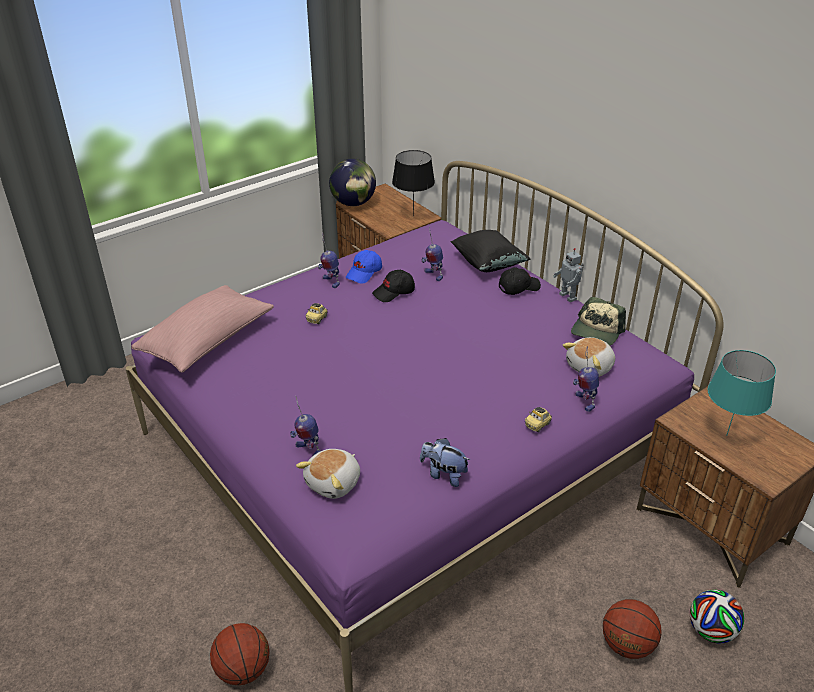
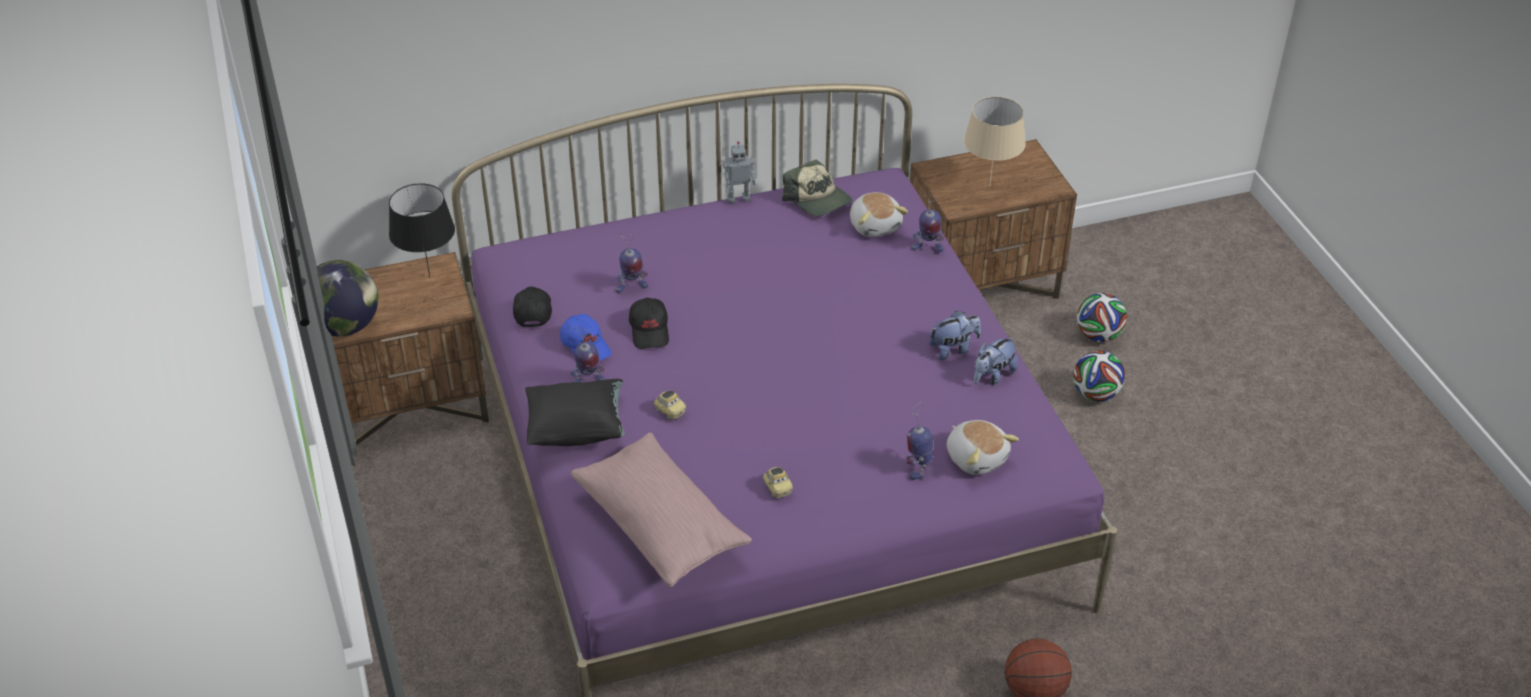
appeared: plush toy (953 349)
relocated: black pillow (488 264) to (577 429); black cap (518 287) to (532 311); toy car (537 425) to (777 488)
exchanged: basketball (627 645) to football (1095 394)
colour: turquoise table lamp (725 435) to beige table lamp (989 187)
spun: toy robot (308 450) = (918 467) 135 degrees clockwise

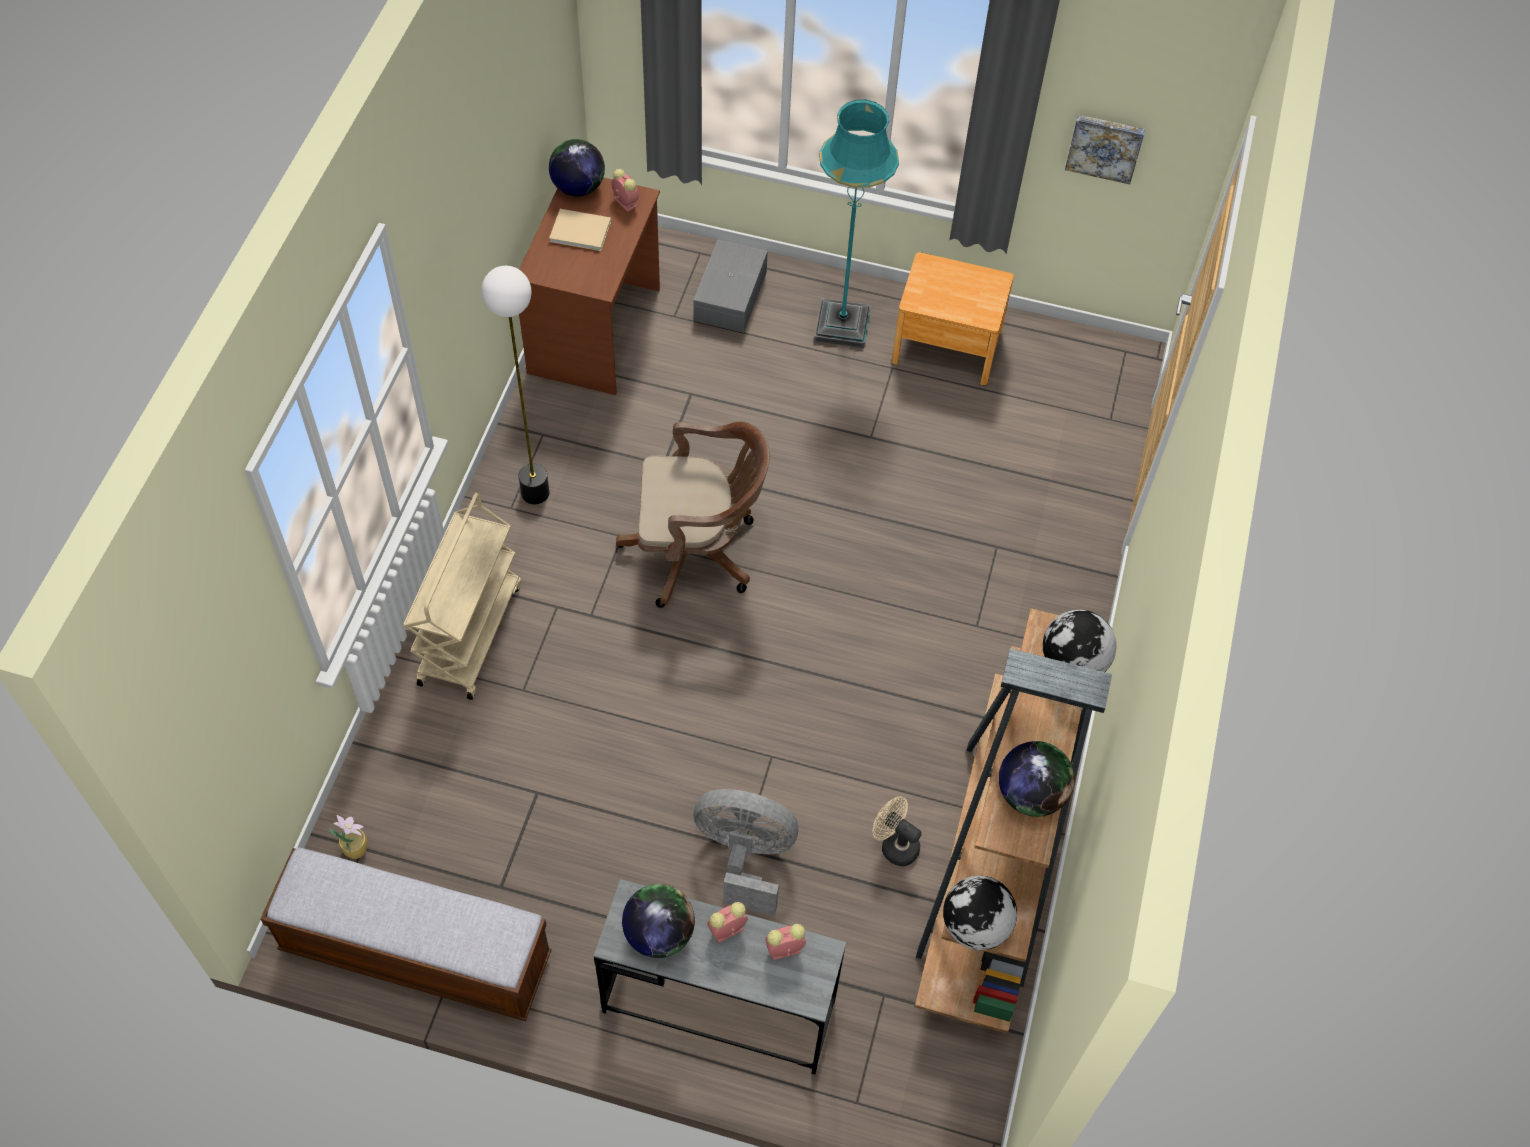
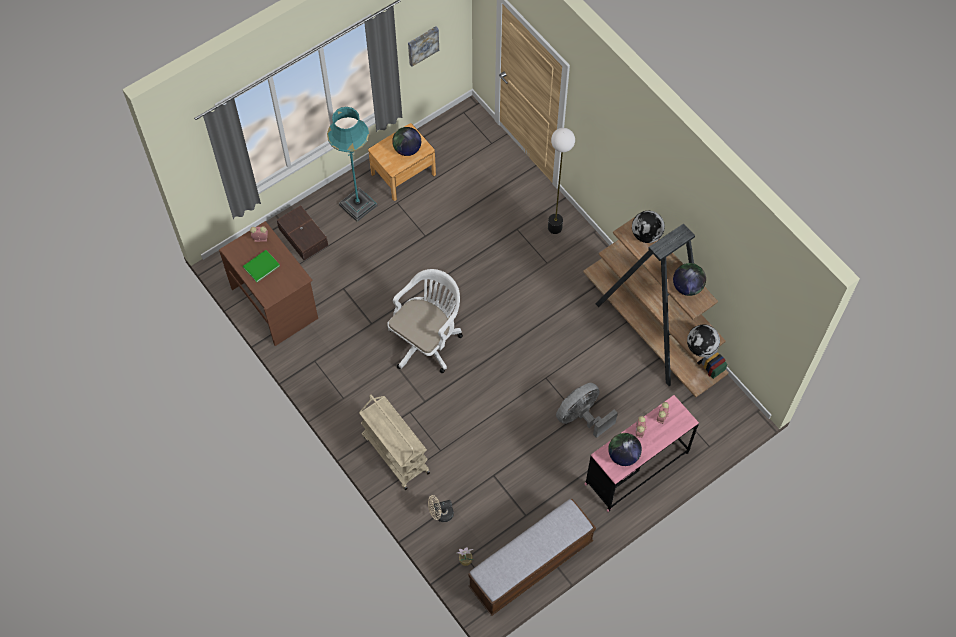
relocated: globe (578 187) to (407 149); floor lamp (535 493) to (555 227); beige fan (894 845) to (440 514)
colour: beige book (579 229) to green book (260 266); grey storage box (728 296) to brown storage box (303 238); brown office chair (697 551) to white office chair (427 340); grey desk (718 1007) to pink desk (637 468)

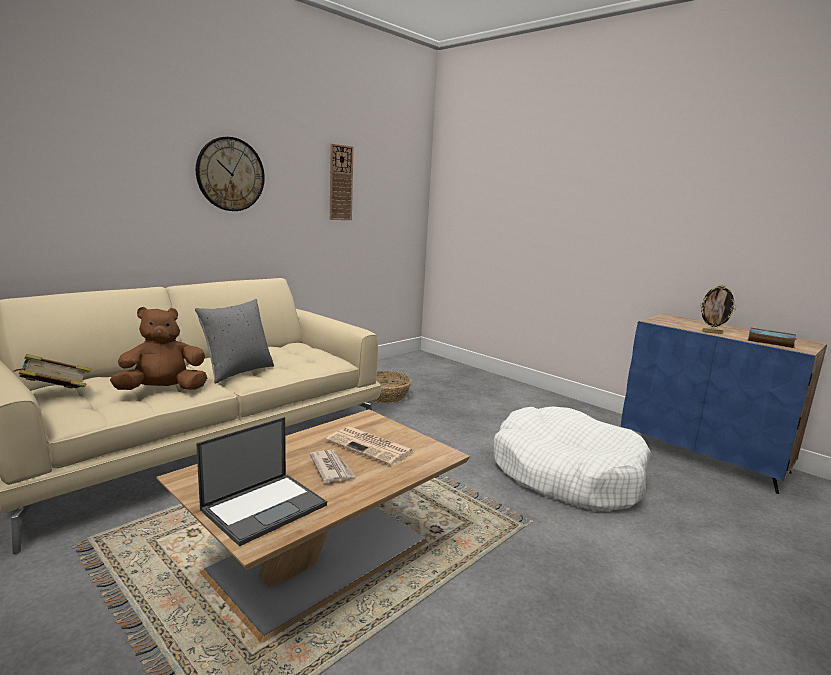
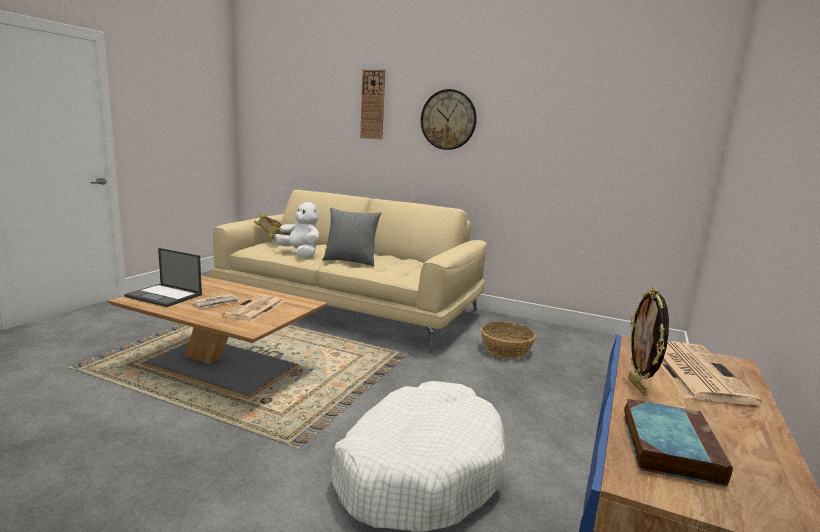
appeared: newspaper (694 371)
relocated: wall clock (340 183) to (372 104)
colour: brown plush toy (163 390) to white plush toy (300 254)

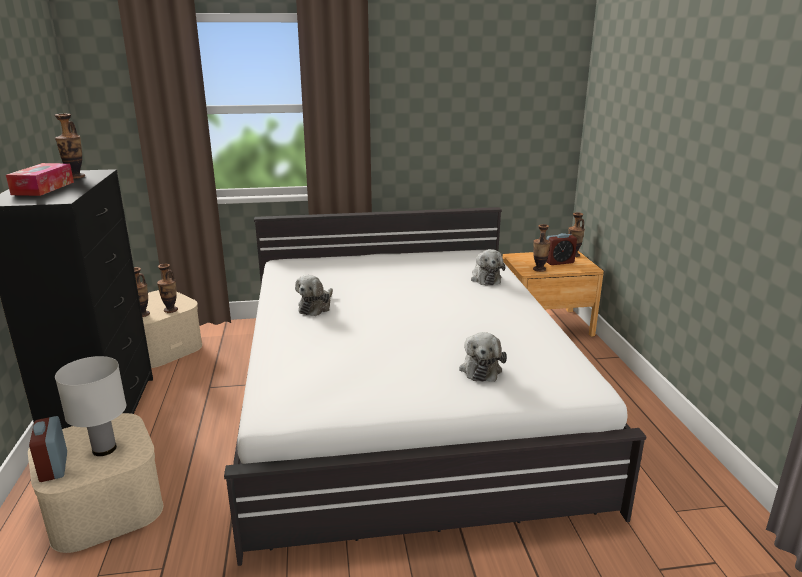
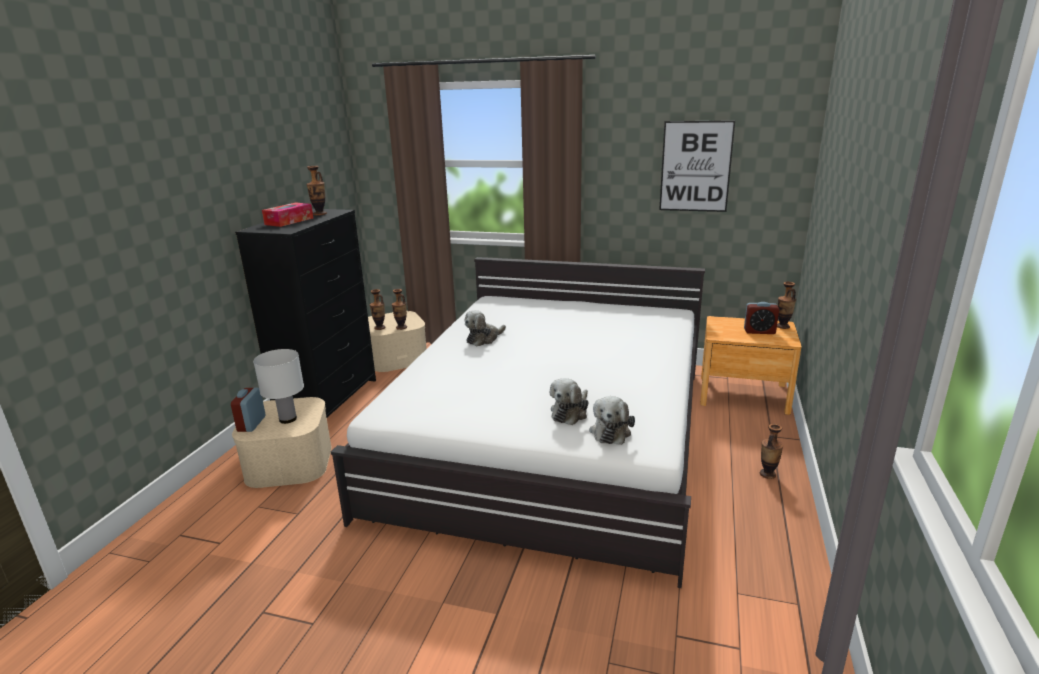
appeared: picture (695 166)
relocated: vase (539 269) to (767 474); plush toy (485 278) to (611 431)

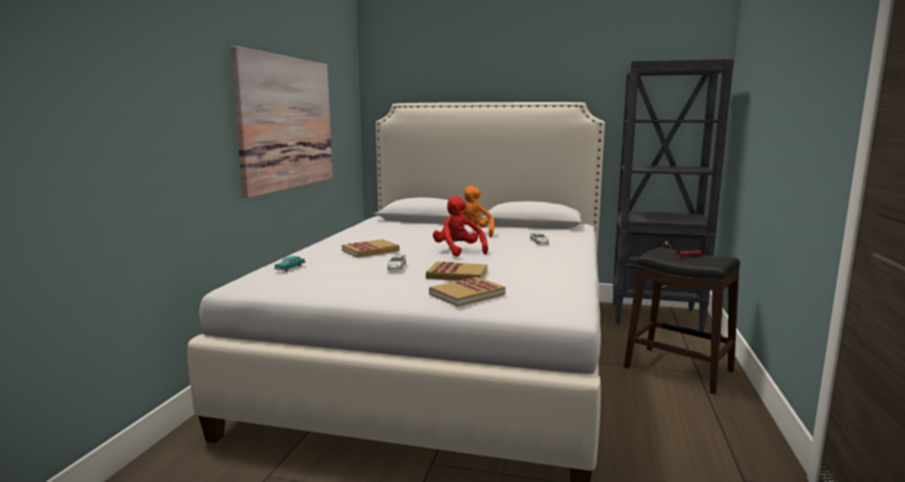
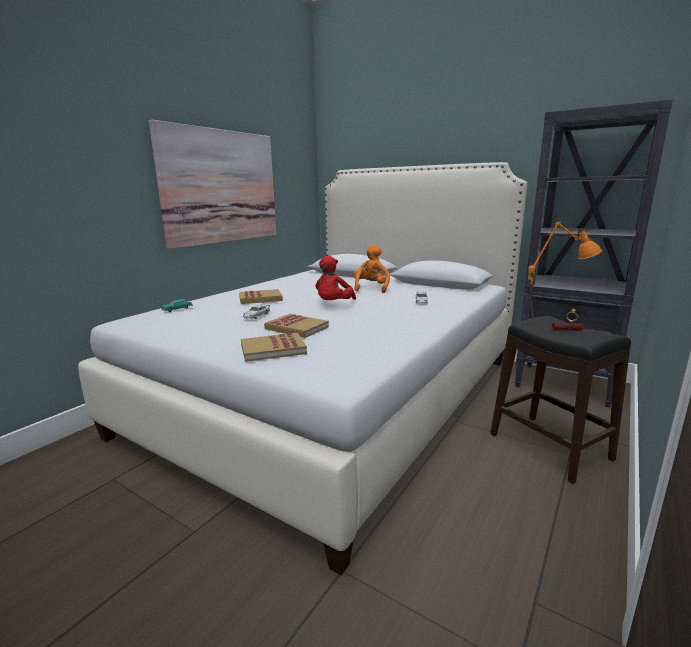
appeared: orange table lamp (555 322)
spun: red plush toy (458 251) = (333 305) 150 degrees counterclockwise

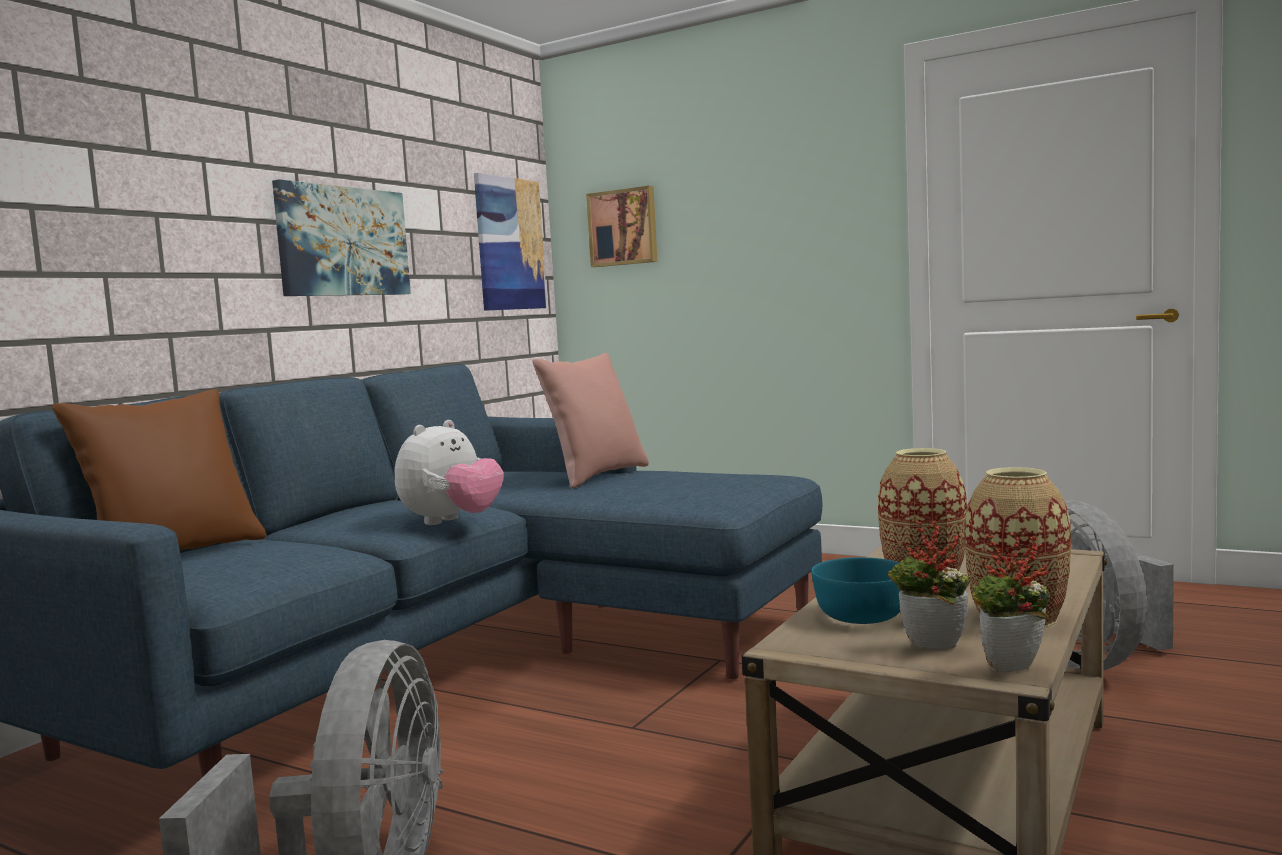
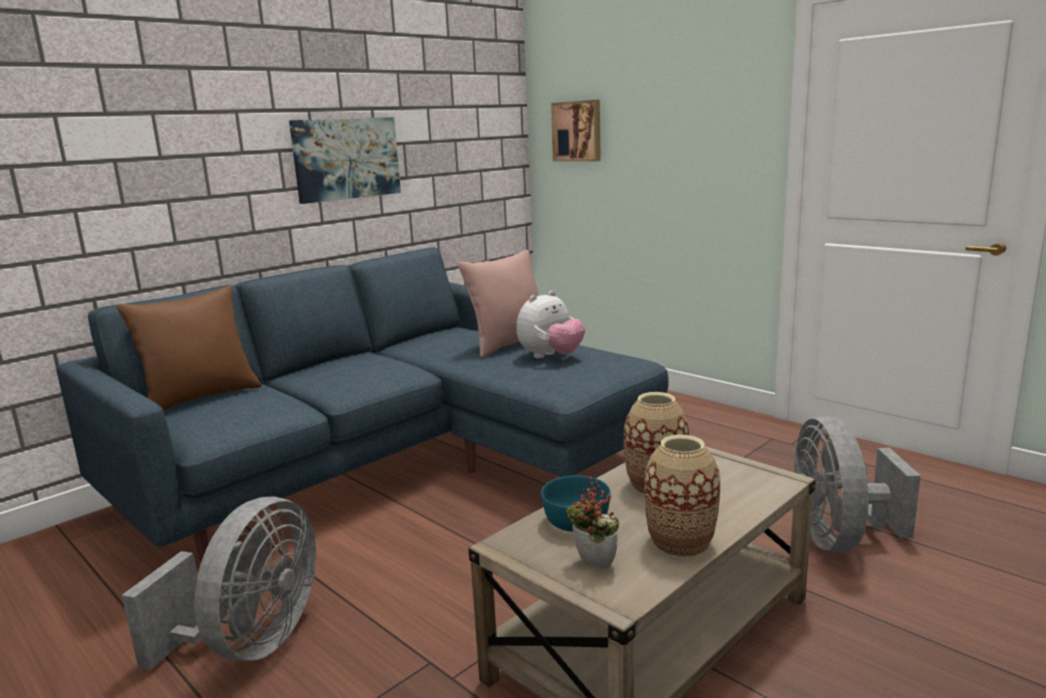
missing: picture (510 244); potted plant (1013 670)
relocated: plush toy (452 522) to (550 357)

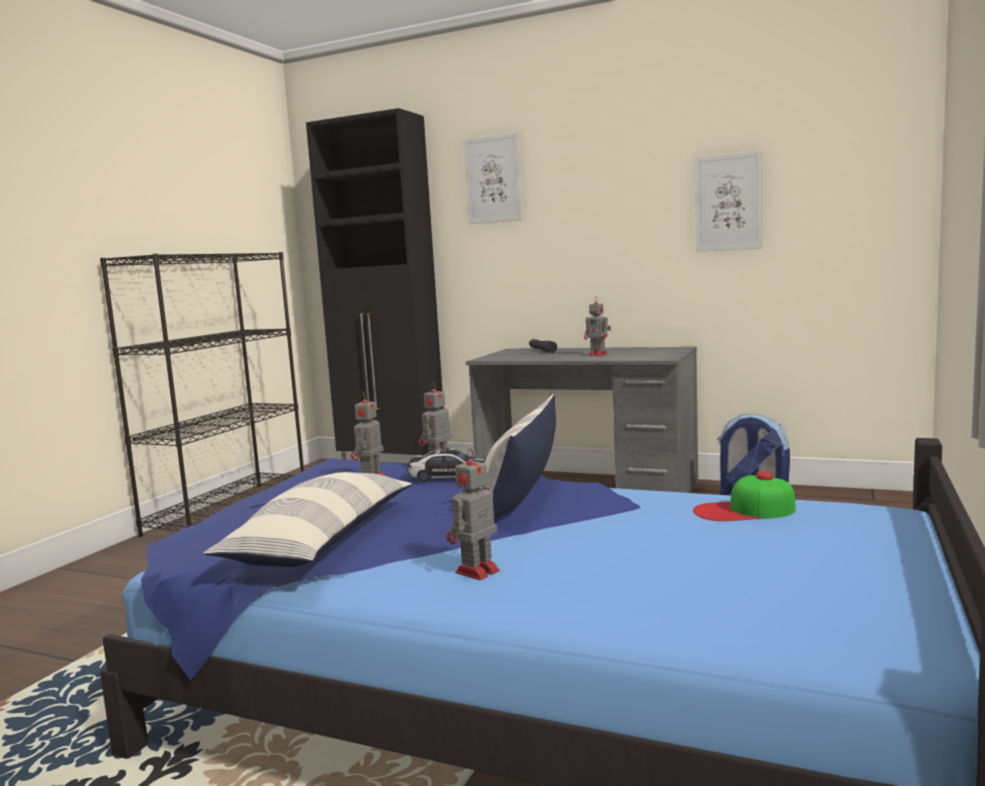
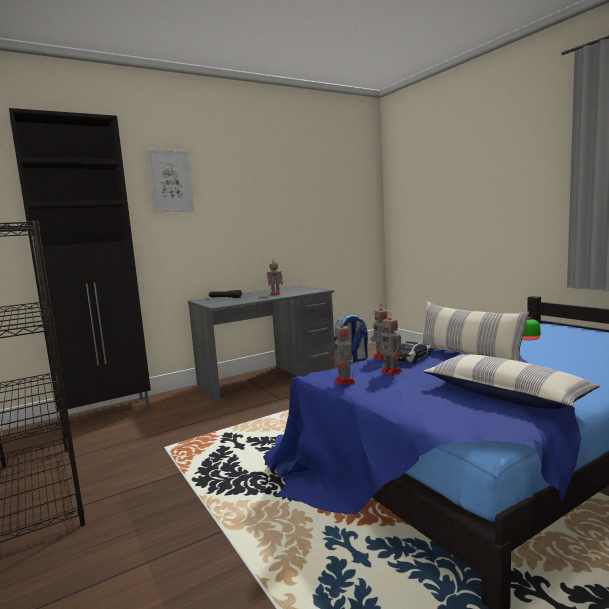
missing: picture (728 202)
relocated: toy robot (475 572) to (345 381)

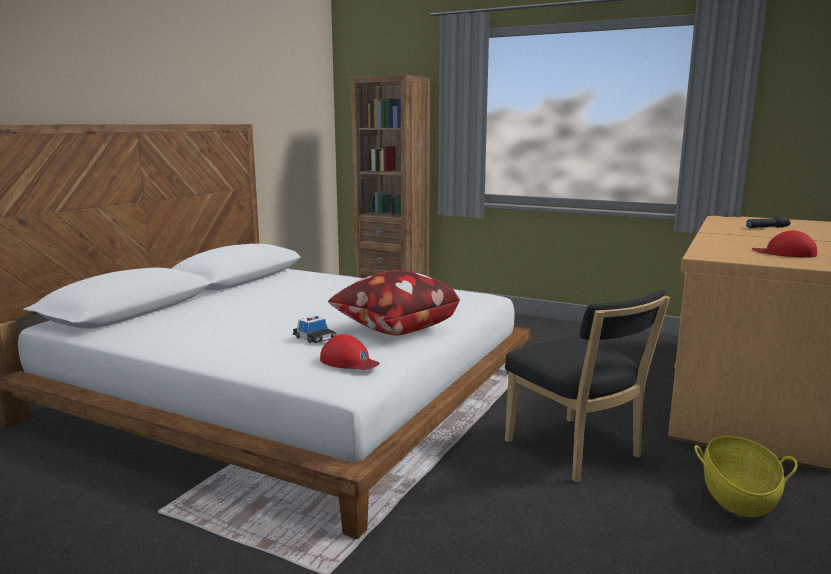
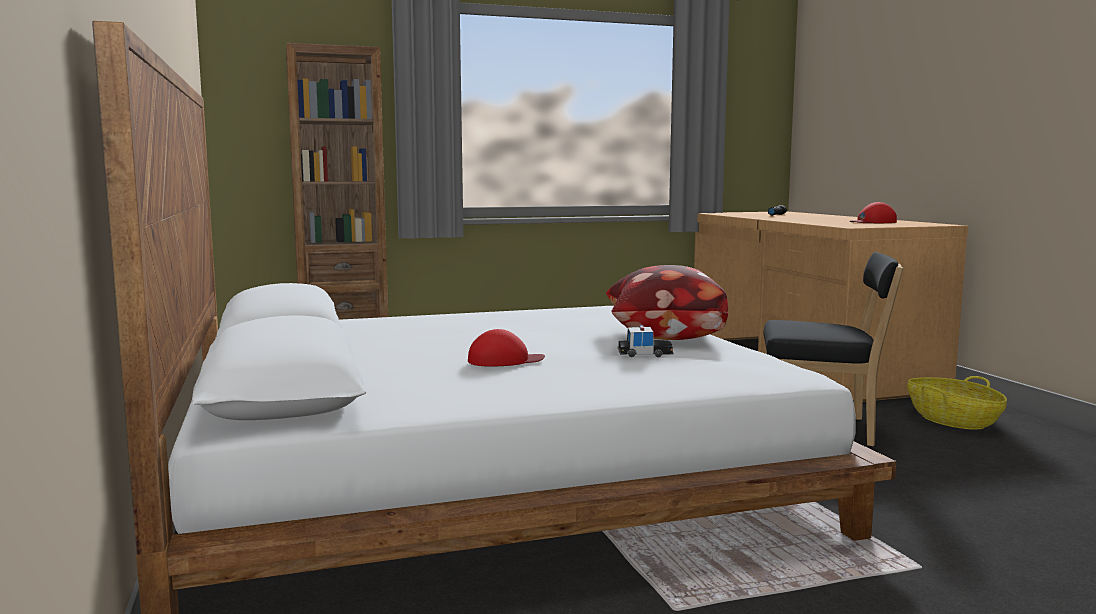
relocated: red cap (349 361) to (505 360)

